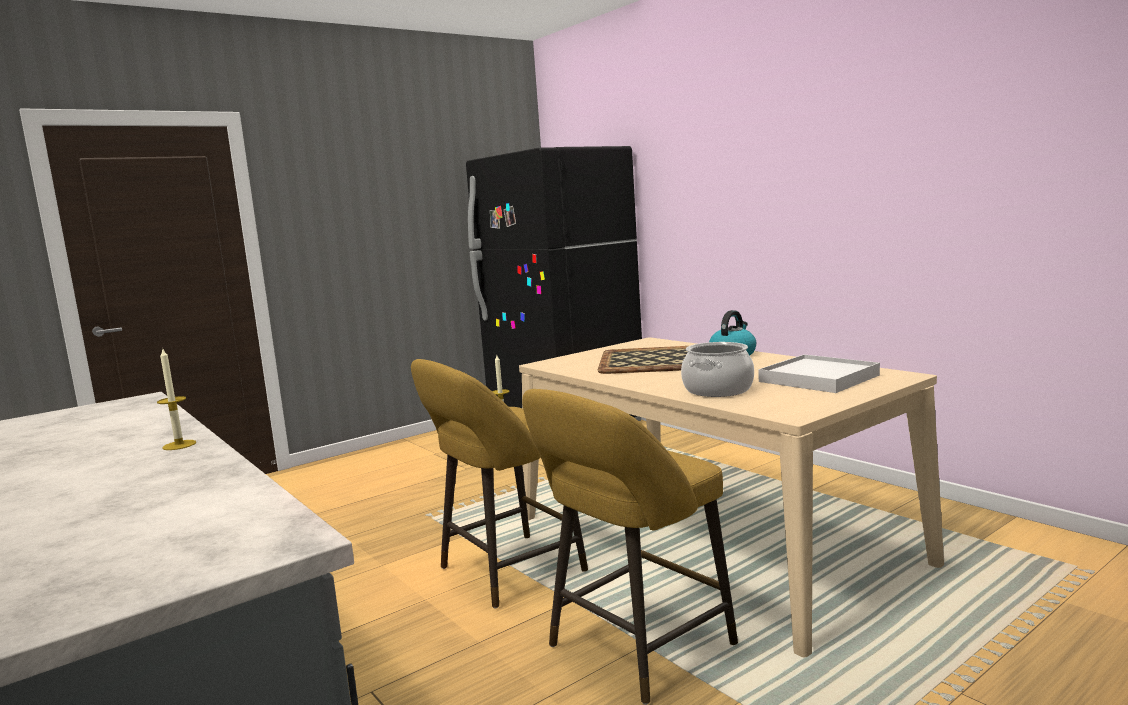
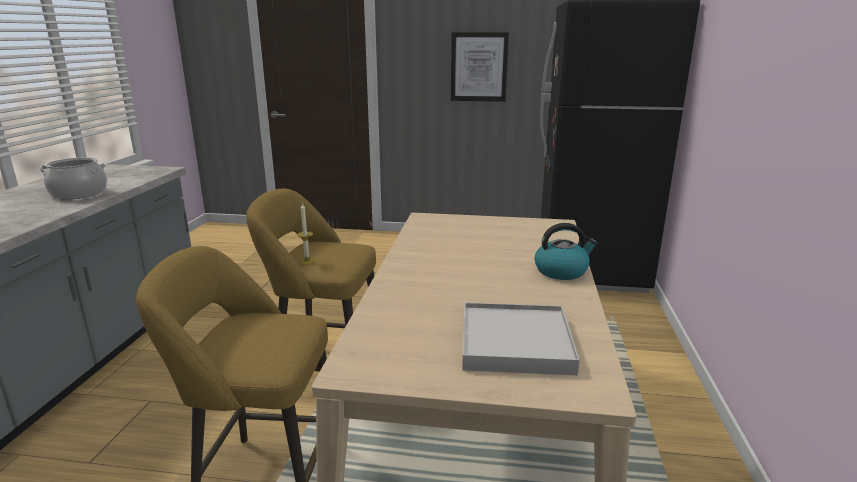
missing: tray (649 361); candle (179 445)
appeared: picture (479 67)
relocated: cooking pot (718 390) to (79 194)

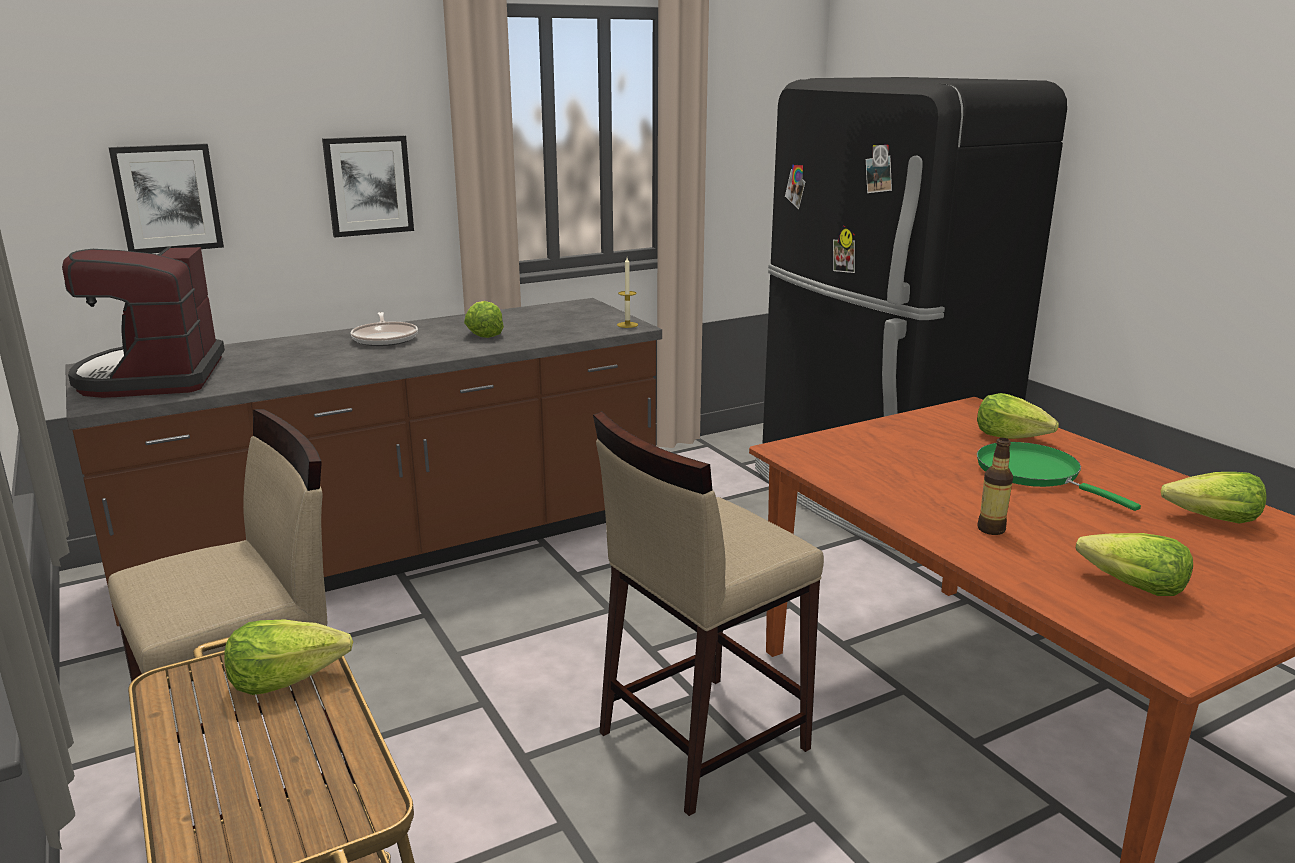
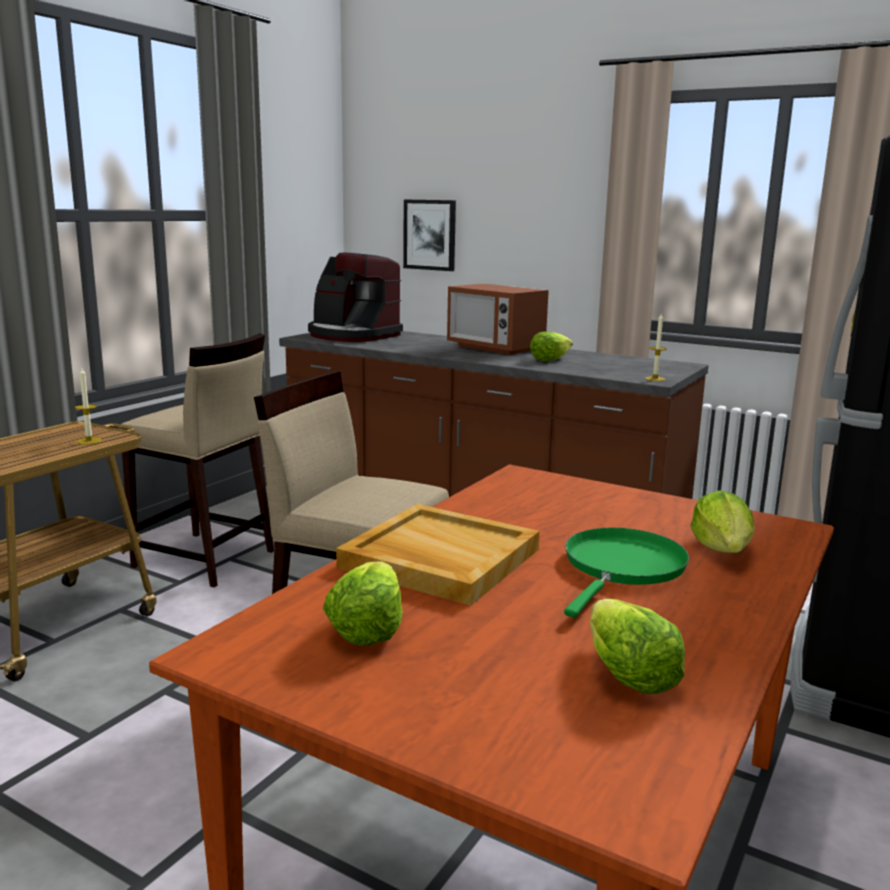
missing: picture (368 185)
exchanged: frying pan (385 338) to microwave (495 348); bottle (991 529) to beige tray (438 558); lettuce (287 678) to candle (89 441)
spun: coffee machine (153 377) = (352 335) 105 degrees counterclockwise

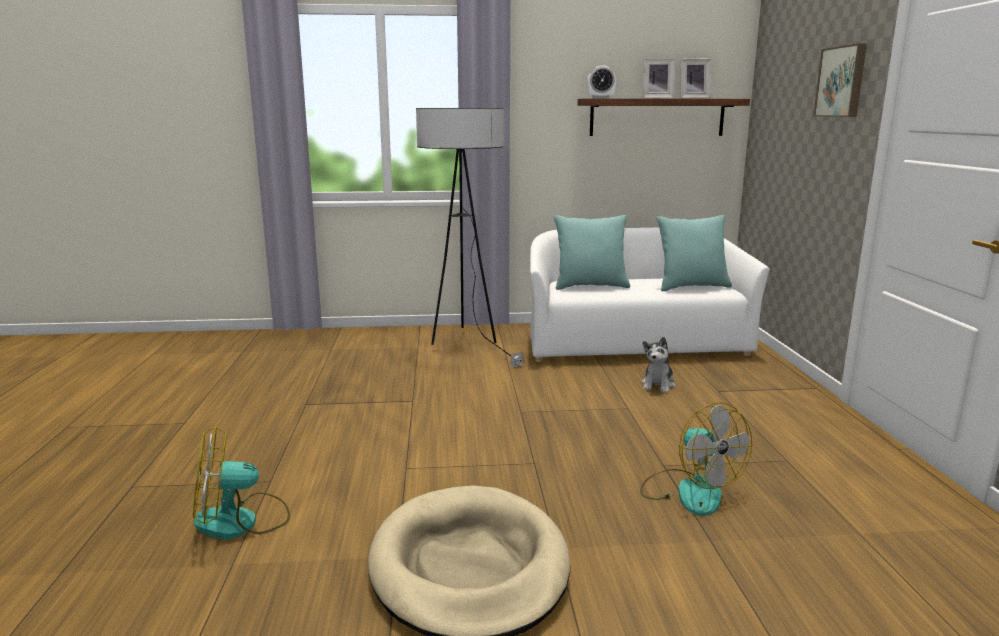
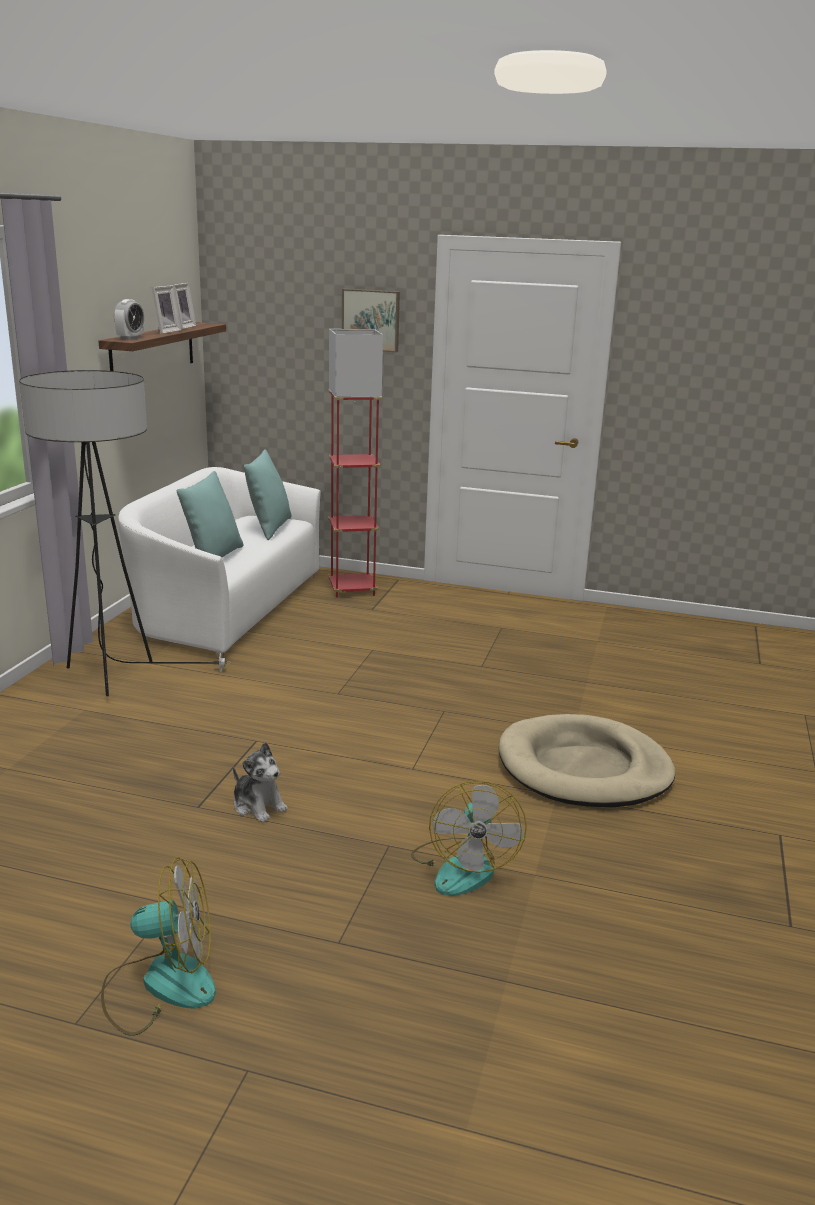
appeared: red floor lamp (352 589)
relocated: plush toy (658 385) to (258 806); fan (689 491) to (160 984)

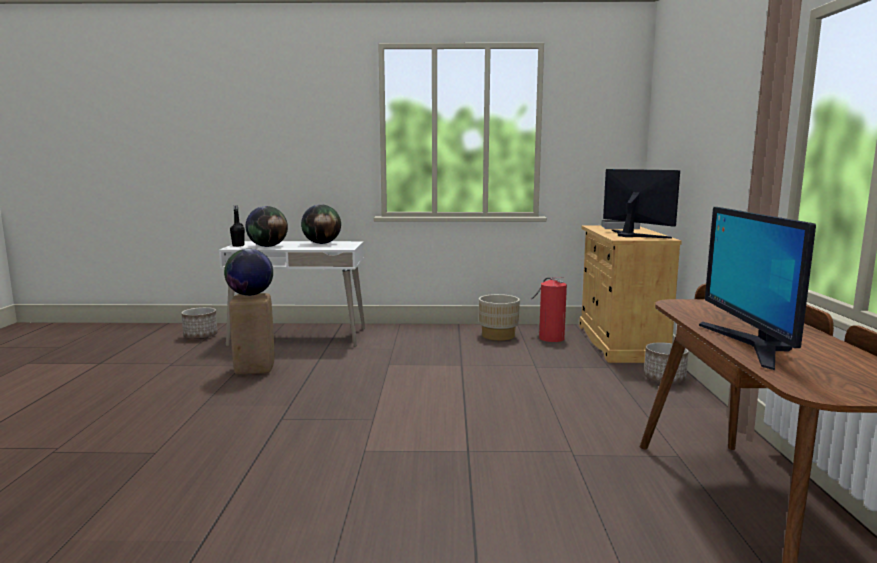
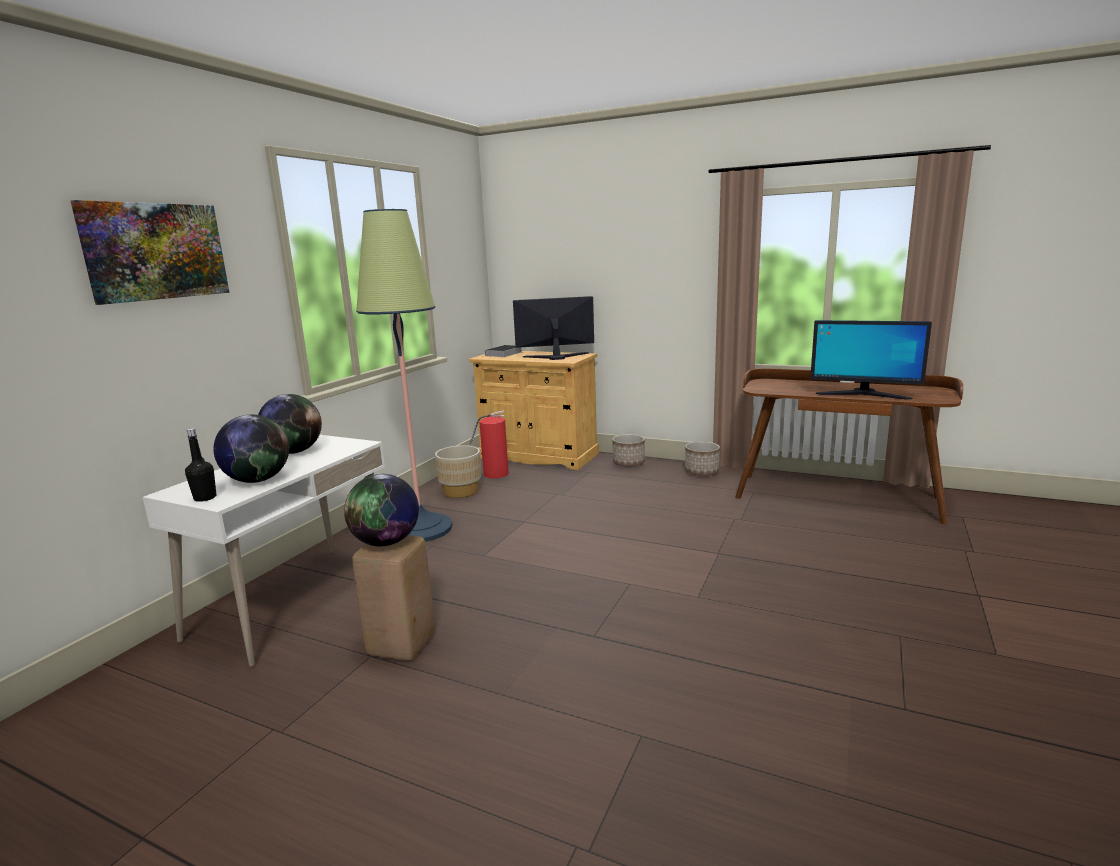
appeared: picture (156 251); floor lamp (420 529)
relocated: planter (201 336) to (701 472)

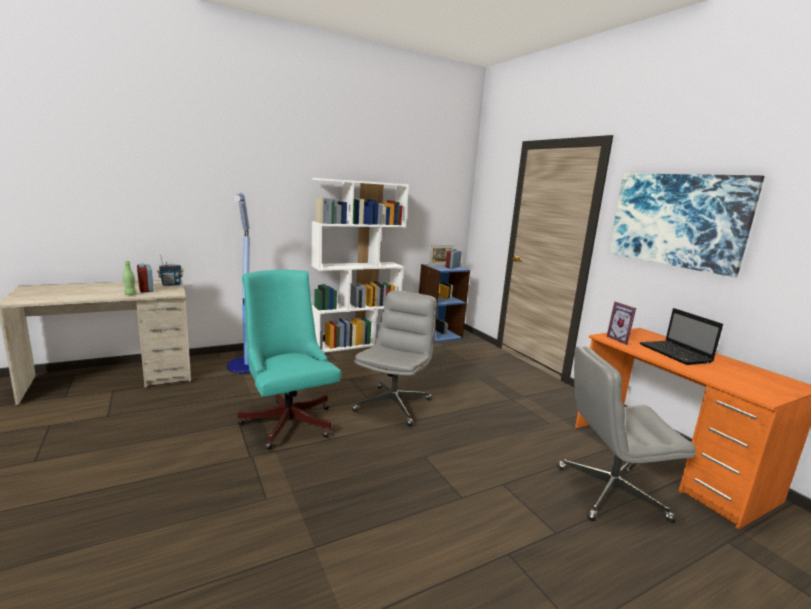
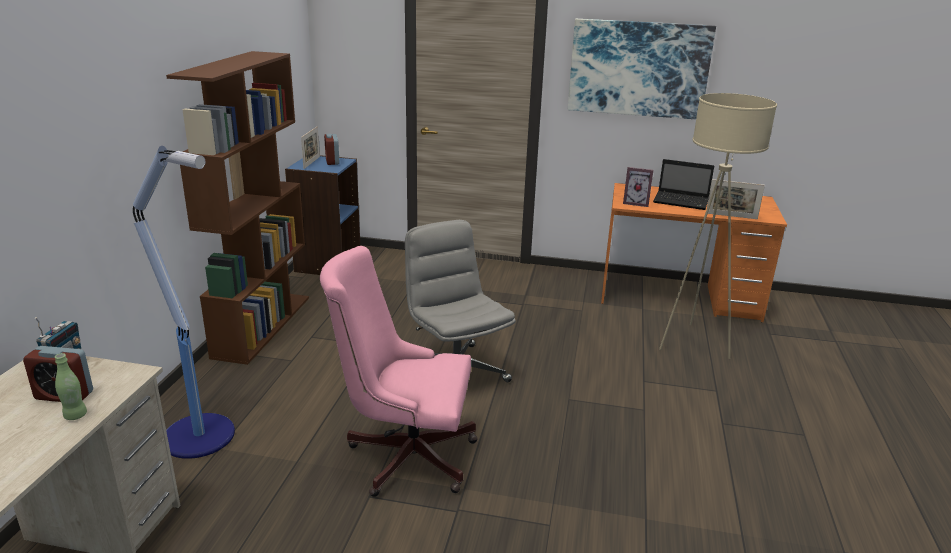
appeared: picture frame (731 216)
exchanged: grey office chair (609 493) to beige floor lamp (693 343)
colour: white bookcase (355 343) to brown bookcase (262 325); turquoise office chair (288 419) to pink office chair (404 455)

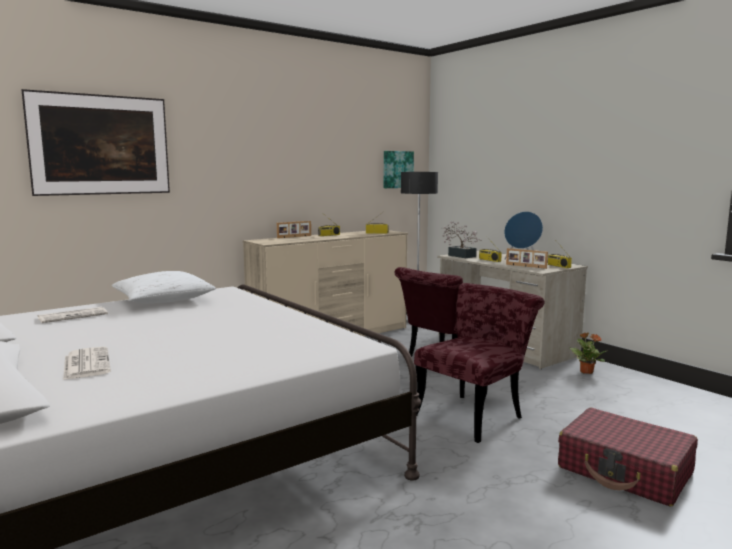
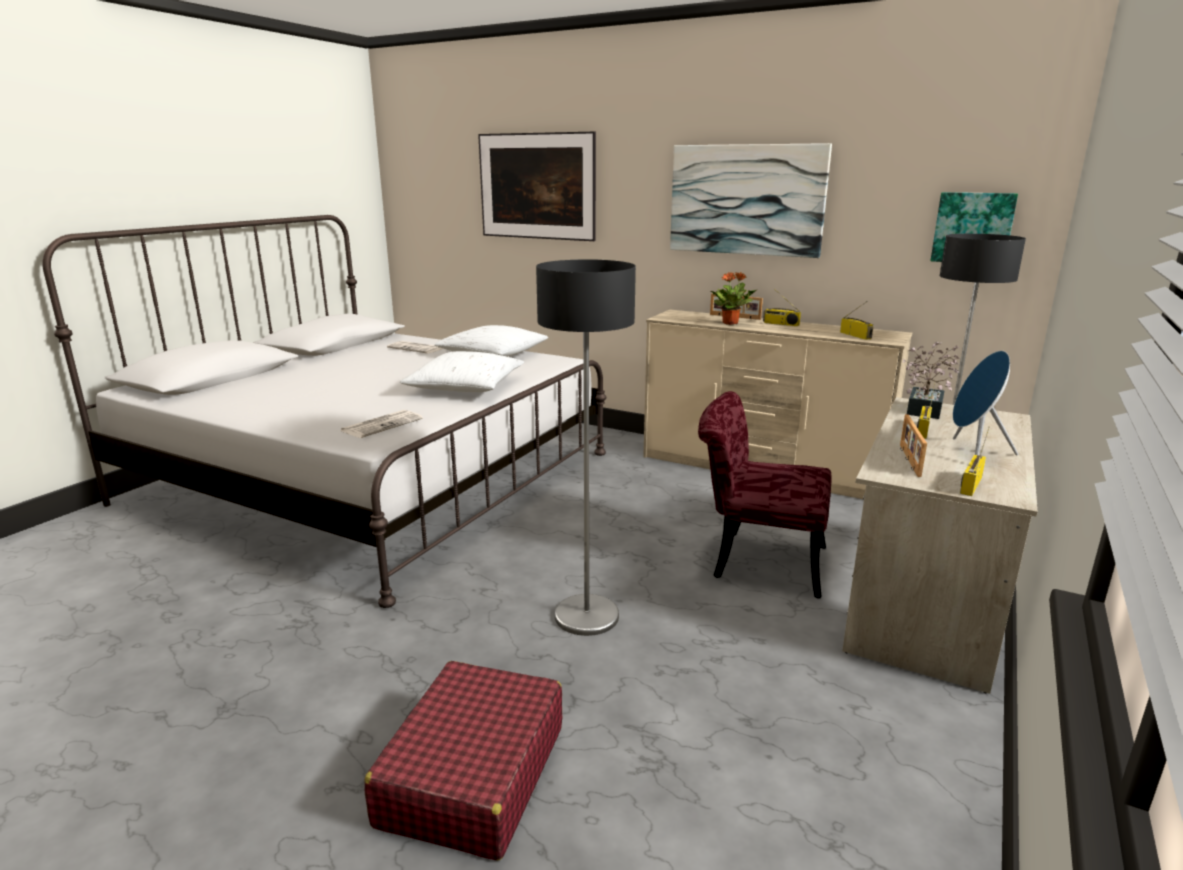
appeared: picture (746 200); white pillow (465 387)
relocated: potted plant (586 371) to (730 323); newspaper (86 364) to (382 424)
exchanged: red chair (475 414) to floor lamp (587 616)

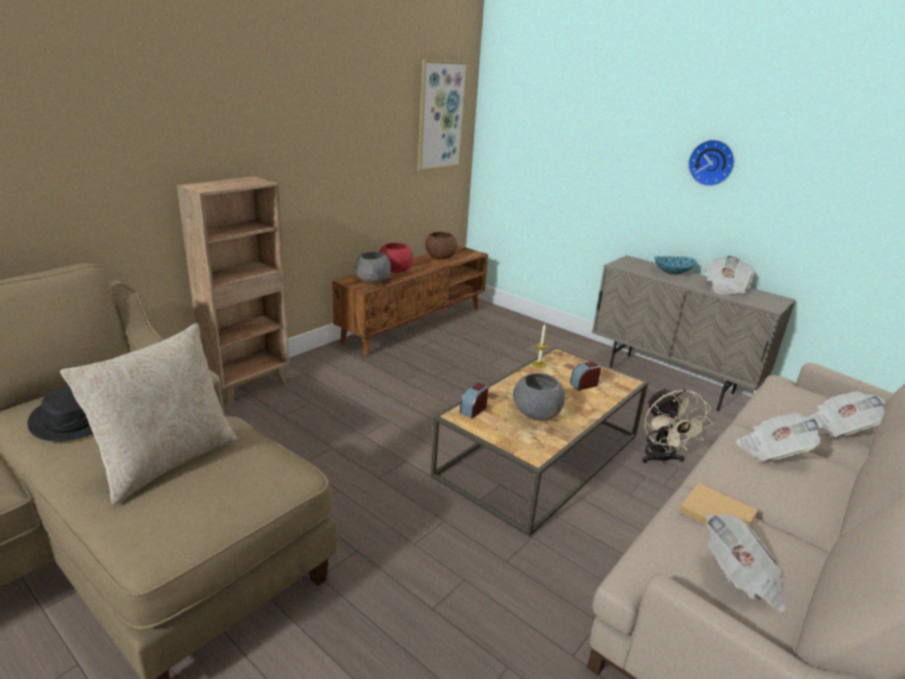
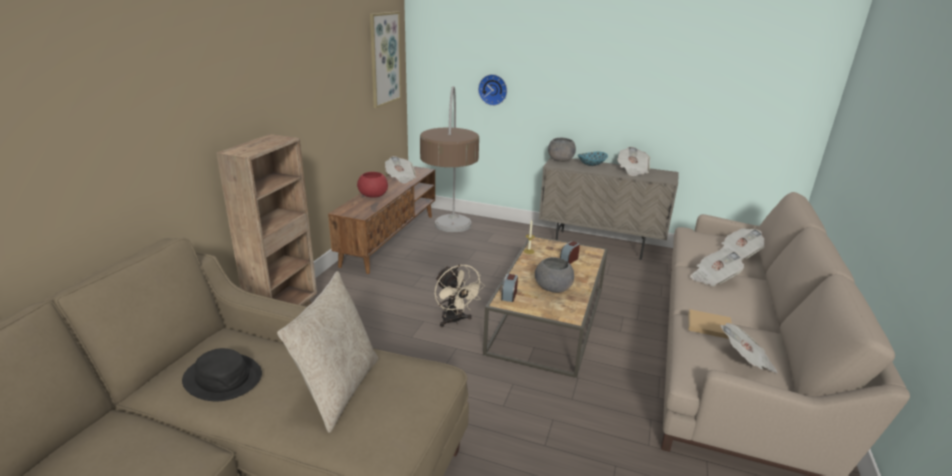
appeared: floor lamp (450 247)
relocated: wall clock (712 162) to (493 89); grey bowl (372 281) to (560 160); beige fan (661 459) to (454 321)
exchanged: brown bowl (440 257) to newspaper (400 178)

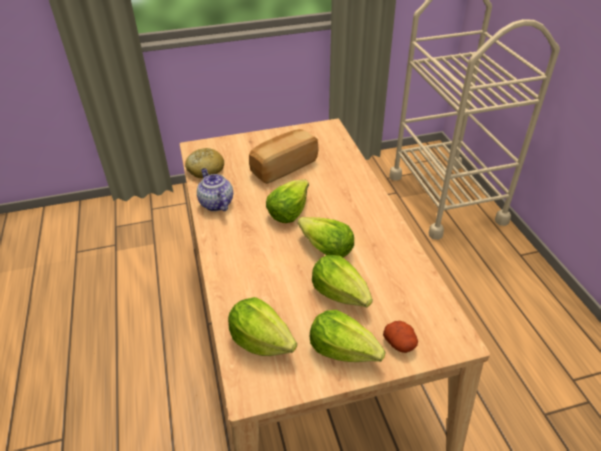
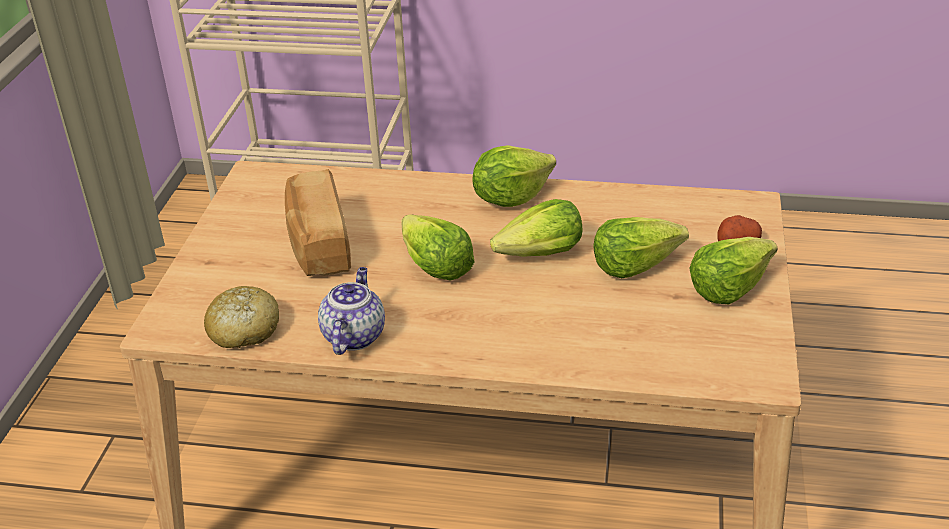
relocated: lettuce (261 341) to (510 198)
spun: teapot (216 203) = (353 335) 105 degrees clockwise

